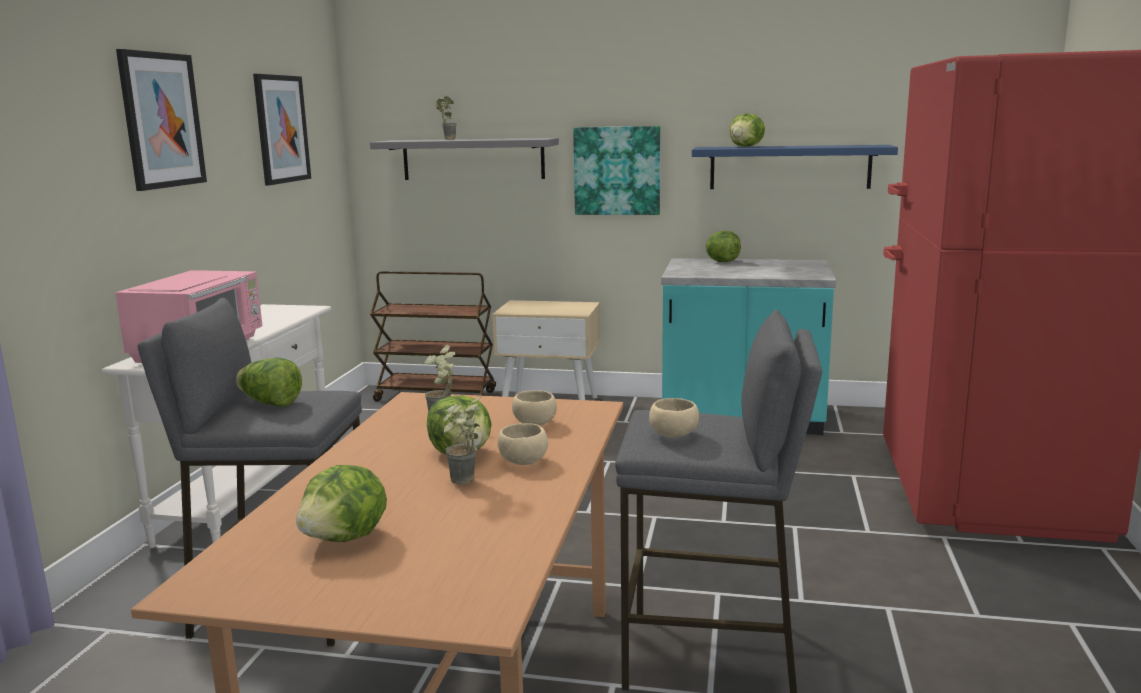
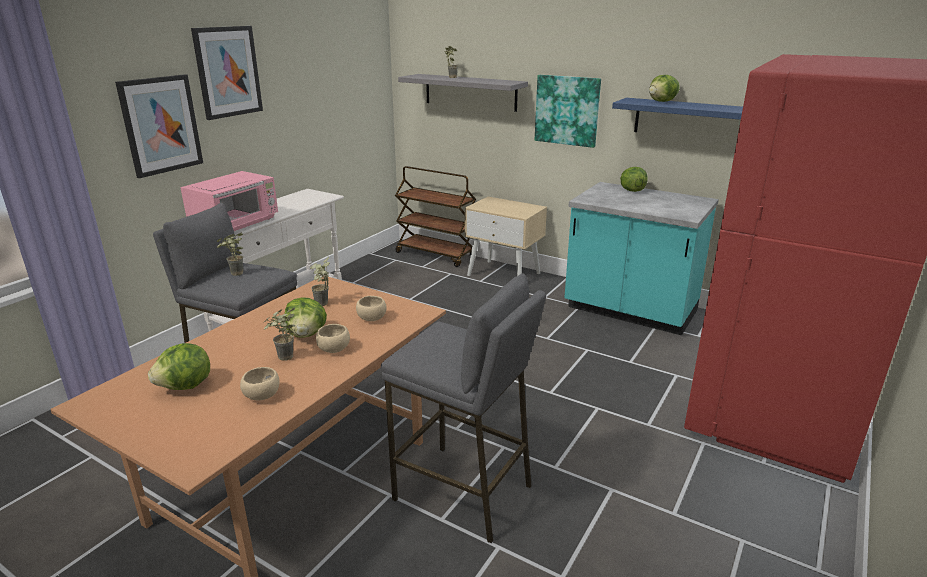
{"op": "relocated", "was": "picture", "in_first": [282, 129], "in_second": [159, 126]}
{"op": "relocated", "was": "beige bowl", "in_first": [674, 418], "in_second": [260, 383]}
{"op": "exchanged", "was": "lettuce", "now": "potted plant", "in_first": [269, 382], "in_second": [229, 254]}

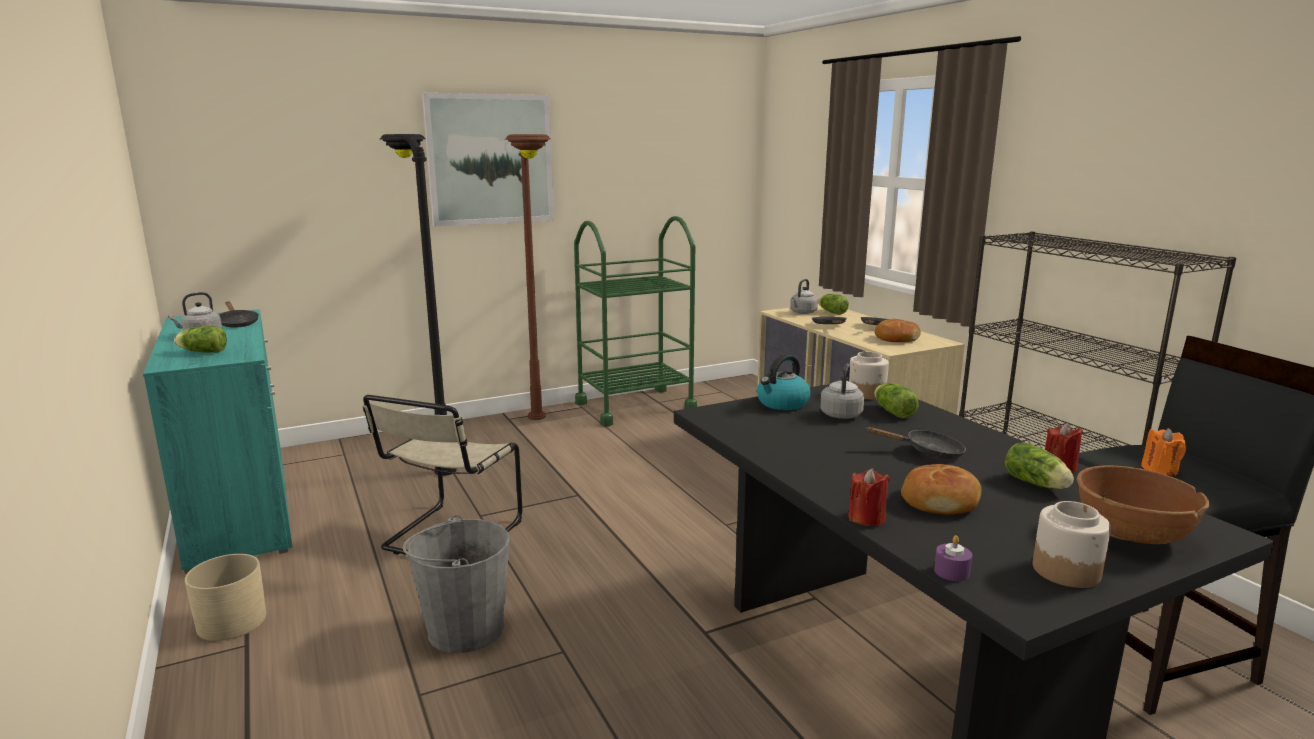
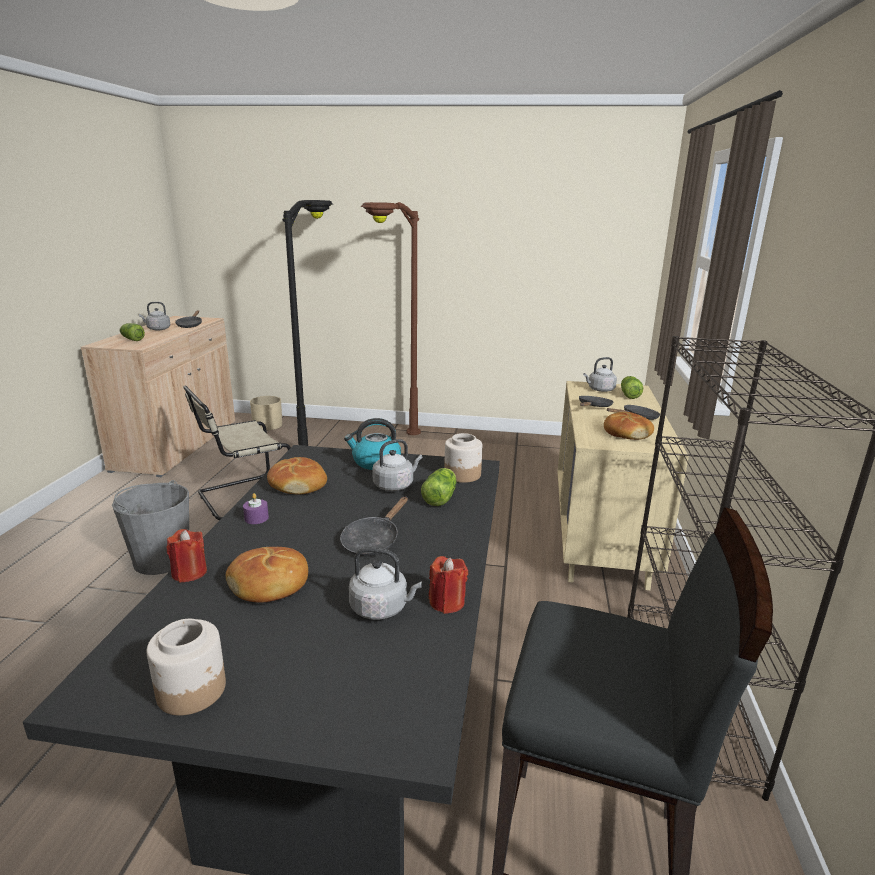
{"op": "missing", "was": "picture", "in_first": [488, 159]}
{"op": "missing", "was": "green cart", "in_first": [635, 321]}
{"op": "missing", "was": "brown bowl", "in_first": [1143, 505]}
{"op": "missing", "was": "orange candle", "in_first": [1163, 452]}
{"op": "appeared", "now": "bread", "in_second": [297, 476]}
{"op": "relocated", "was": "beige planter", "in_first": [225, 597], "in_second": [266, 413]}
{"op": "relocated", "was": "purple candle", "in_first": [953, 558], "in_second": [256, 508]}
{"op": "exchanged", "was": "lettuce", "now": "grey kettle", "in_first": [1039, 465], "in_second": [385, 583]}
{"op": "colour", "was": "turquoise cabinet", "now": "beige cabinet", "in_first": [217, 441], "in_second": [158, 396]}
{"op": "spun", "was": "black frying pan", "in_first": [916, 443], "in_second": [374, 527], "clockwise": 75}

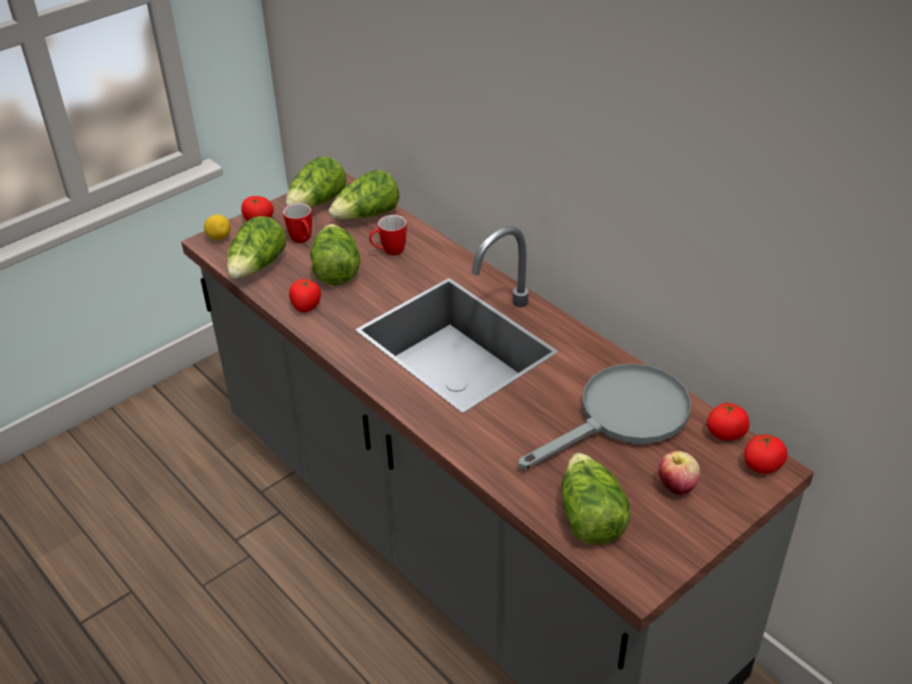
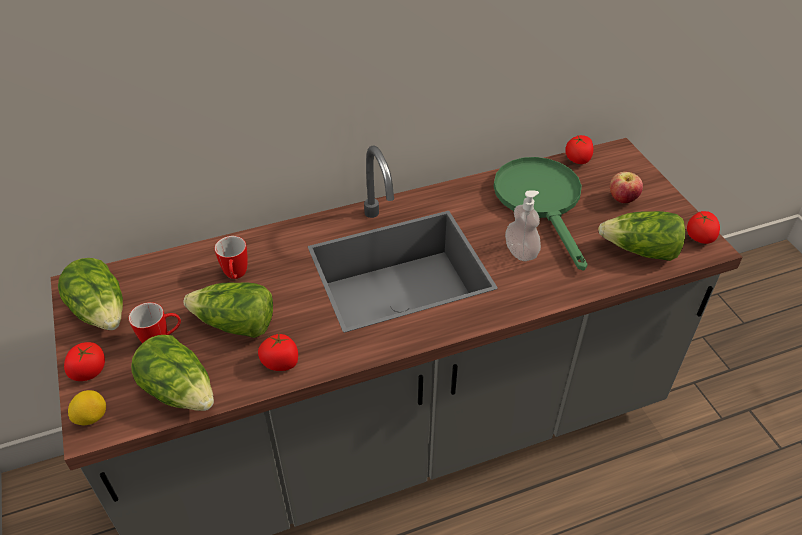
{"op": "missing", "was": "lettuce", "in_first": [364, 194]}
{"op": "appeared", "now": "soap dispenser", "in_second": [523, 225]}
{"op": "relocated", "was": "tomato", "in_first": [765, 454], "in_second": [703, 227]}
{"op": "colour", "was": "grey frying pan", "now": "green frying pan", "in_first": [604, 416], "in_second": [541, 214]}

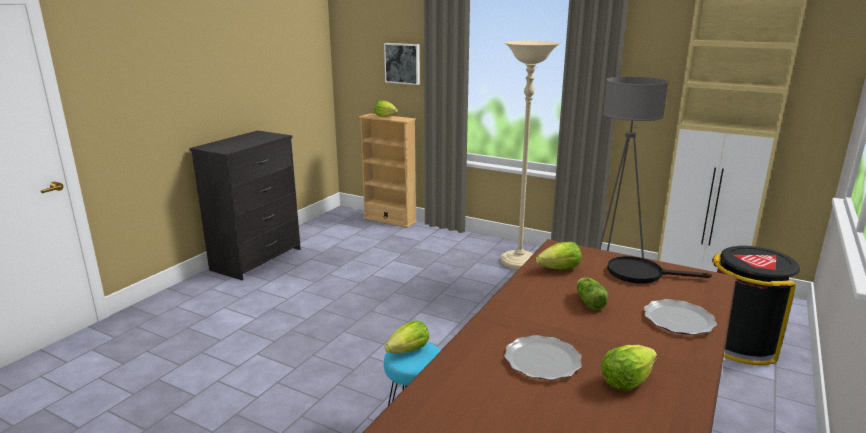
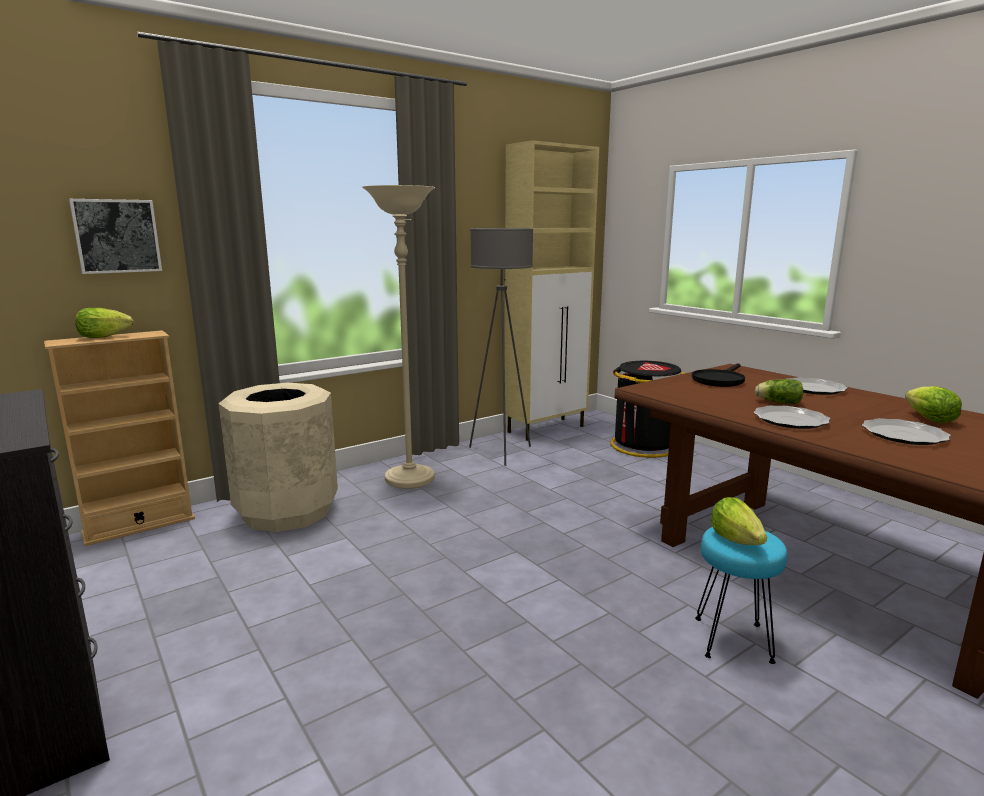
{"op": "missing", "was": "lettuce", "in_first": [558, 255]}
{"op": "appeared", "now": "beige trash can", "in_second": [278, 457]}
{"op": "appeared", "now": "plate", "in_second": [791, 417]}

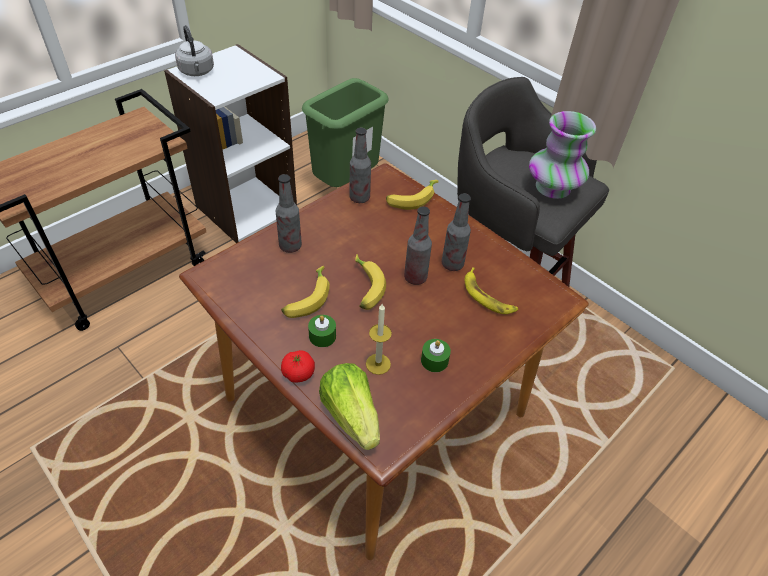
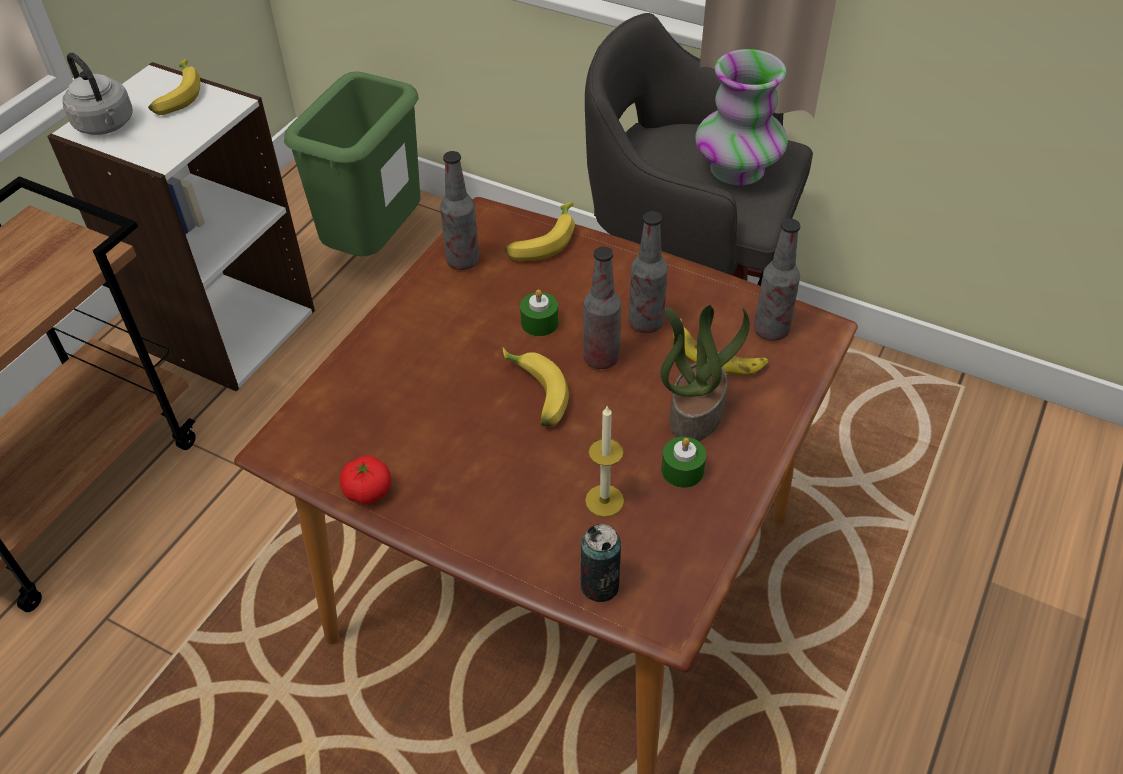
{"op": "appeared", "now": "potted plant", "in_second": [705, 373]}
{"op": "relocated", "was": "bottle", "in_first": [289, 213], "in_second": [777, 280]}
{"op": "relocated", "was": "banana", "in_first": [305, 292], "in_second": [174, 87]}
{"op": "relocated", "was": "tomato", "in_first": [298, 366], "in_second": [365, 480]}
{"op": "relocated", "was": "green candle", "in_first": [322, 331], "in_second": [539, 313]}
{"op": "exchanged", "was": "lettuce", "now": "can", "in_first": [349, 406], "in_second": [601, 563]}

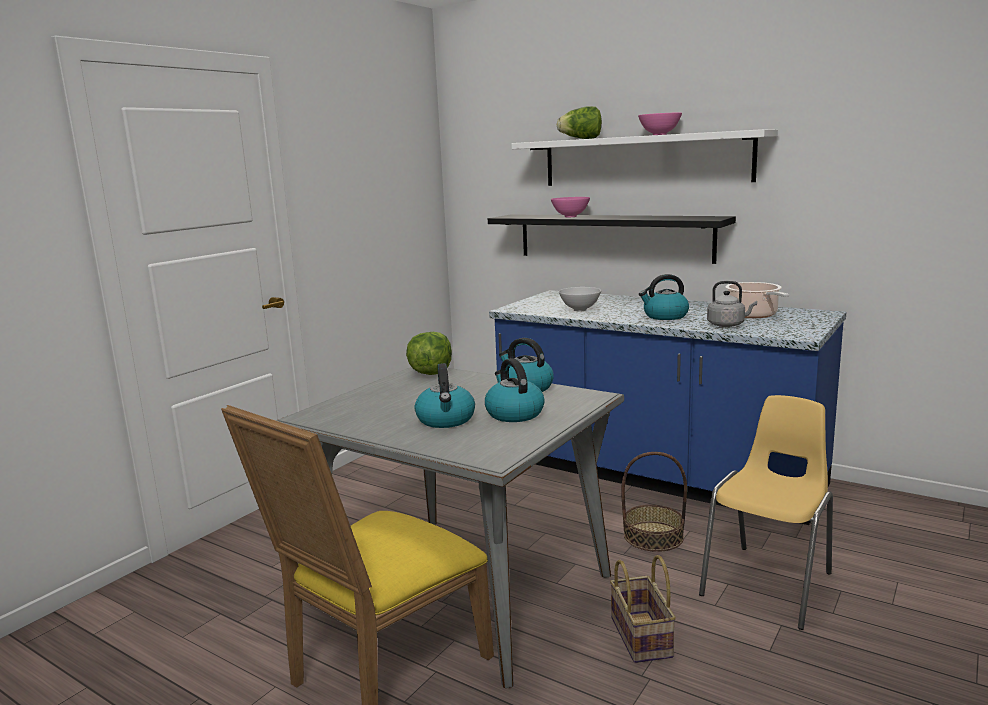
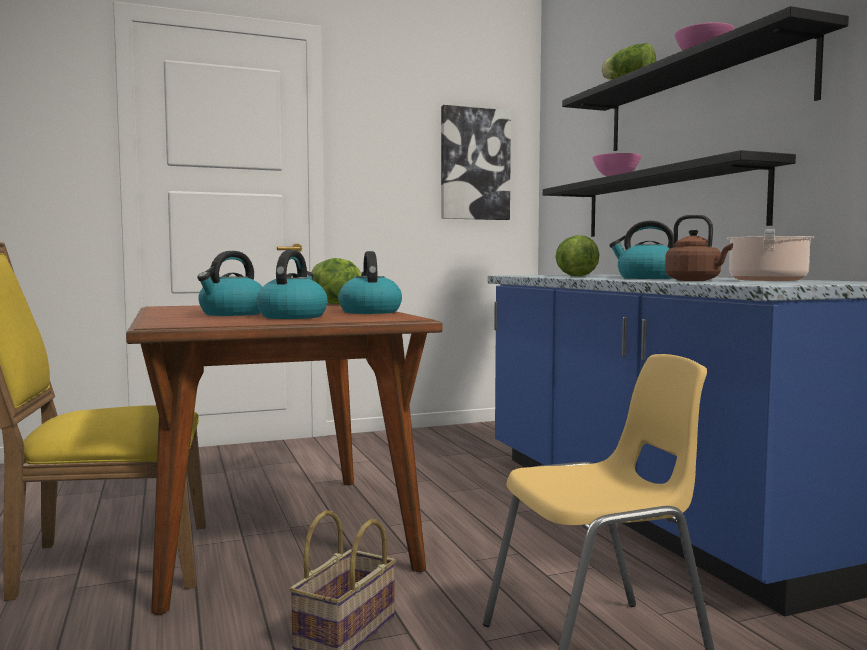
{"op": "missing", "was": "basket", "in_first": [654, 502]}
{"op": "appeared", "now": "picture", "in_second": [476, 162]}
{"op": "exchanged", "was": "white bowl", "now": "lettuce", "in_first": [580, 299], "in_second": [577, 255]}
{"op": "colour", "was": "grey dining table", "now": "brown dining table", "in_first": [450, 527], "in_second": [284, 459]}
{"op": "colour", "was": "white shelf", "now": "black shelf", "in_first": [644, 157], "in_second": [705, 78]}
{"op": "colour", "was": "grey kettle", "now": "brown kettle", "in_first": [732, 304], "in_second": [699, 248]}

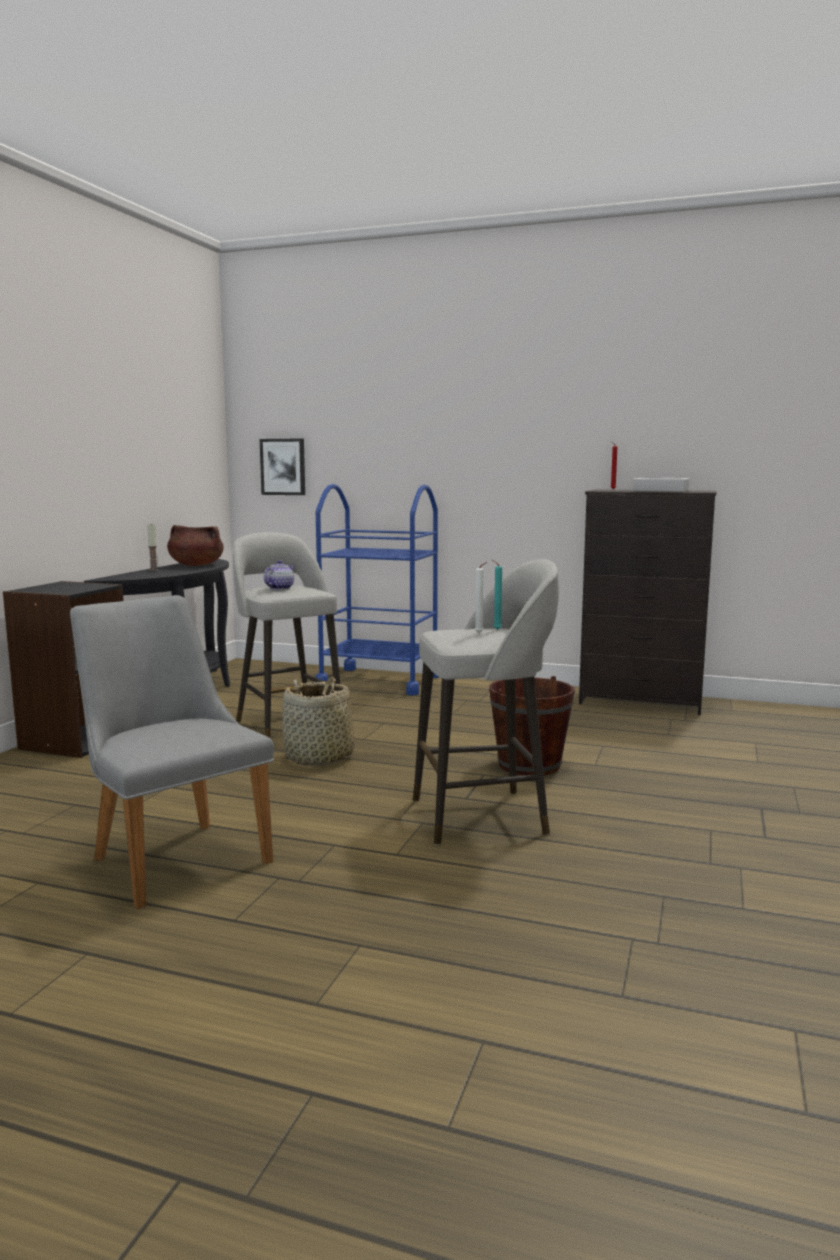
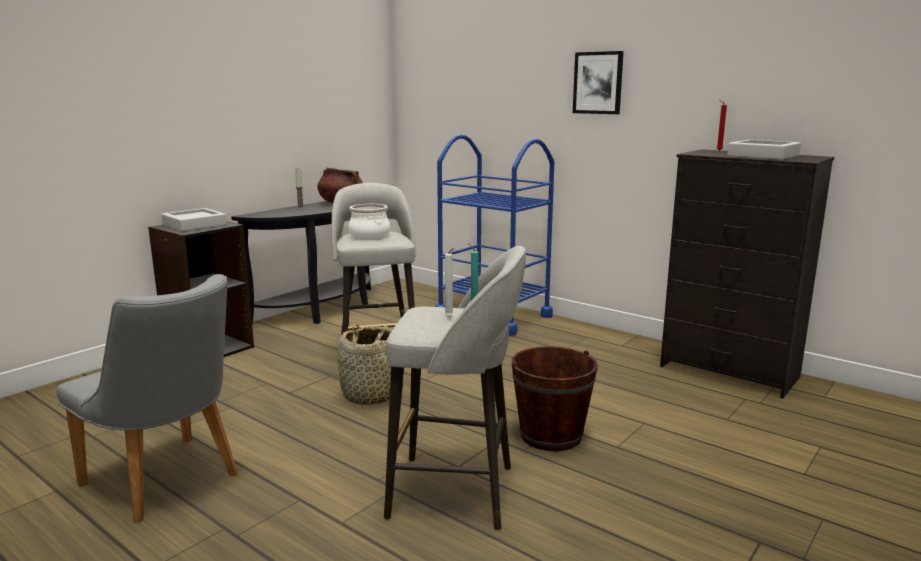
{"op": "appeared", "now": "grey tray", "in_second": [194, 219]}
{"op": "relocated", "was": "picture", "in_first": [282, 466], "in_second": [598, 82]}
{"op": "exchanged", "was": "teapot", "now": "cooking pot", "in_first": [279, 575], "in_second": [369, 221]}
{"op": "spun", "was": "grey chair", "in_first": [172, 752], "in_second": [147, 398], "clockwise": 150}

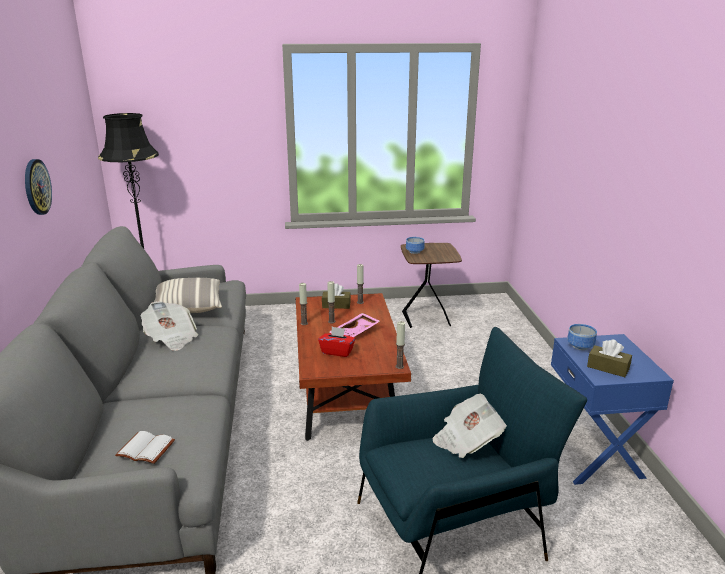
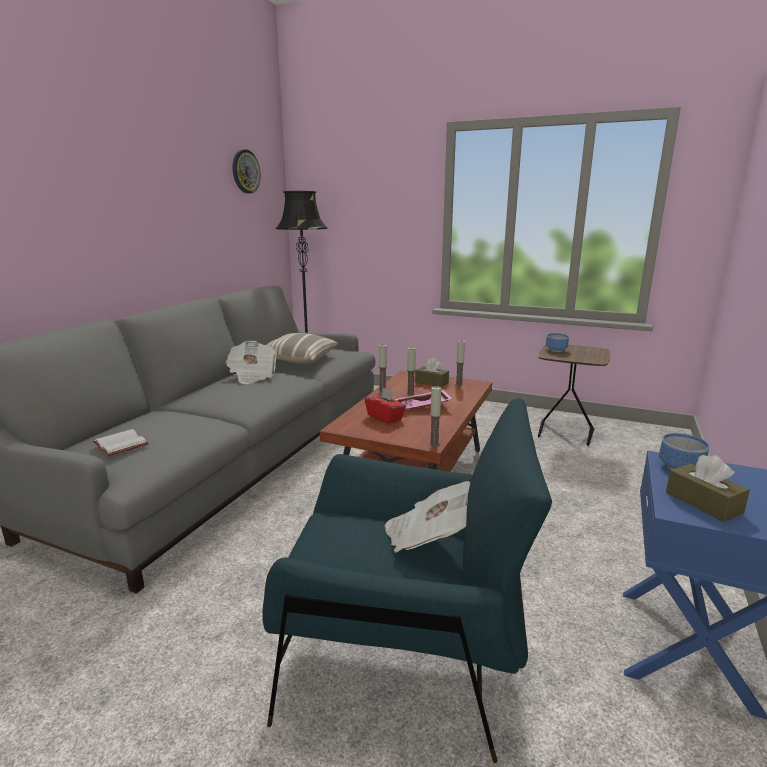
{"op": "relocated", "was": "wall clock", "in_first": [38, 187], "in_second": [247, 171]}

